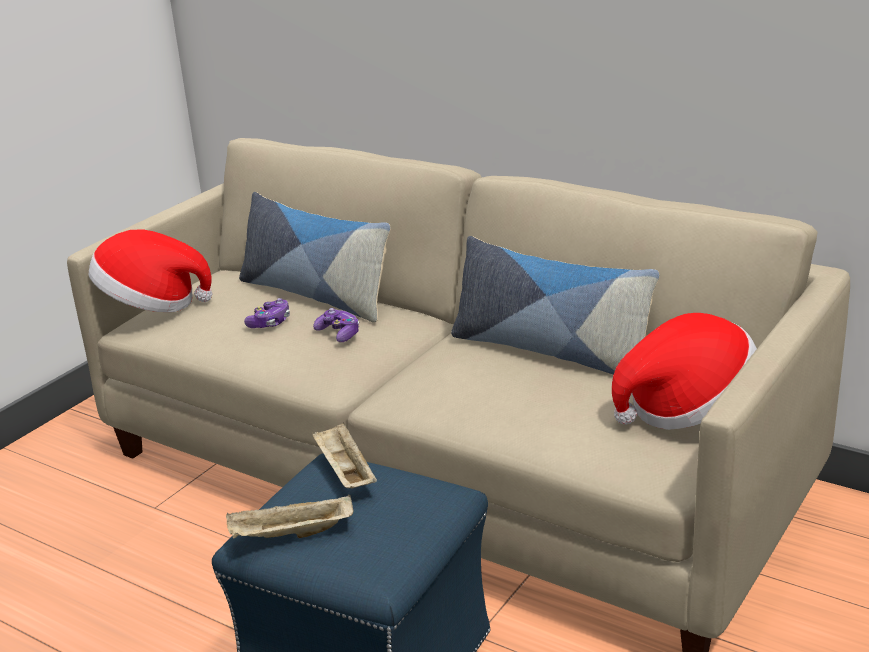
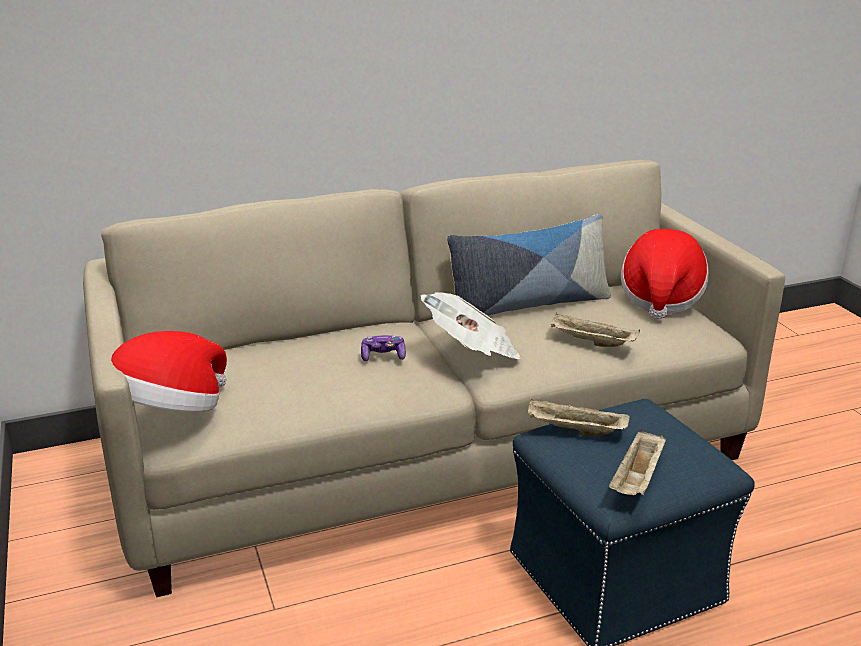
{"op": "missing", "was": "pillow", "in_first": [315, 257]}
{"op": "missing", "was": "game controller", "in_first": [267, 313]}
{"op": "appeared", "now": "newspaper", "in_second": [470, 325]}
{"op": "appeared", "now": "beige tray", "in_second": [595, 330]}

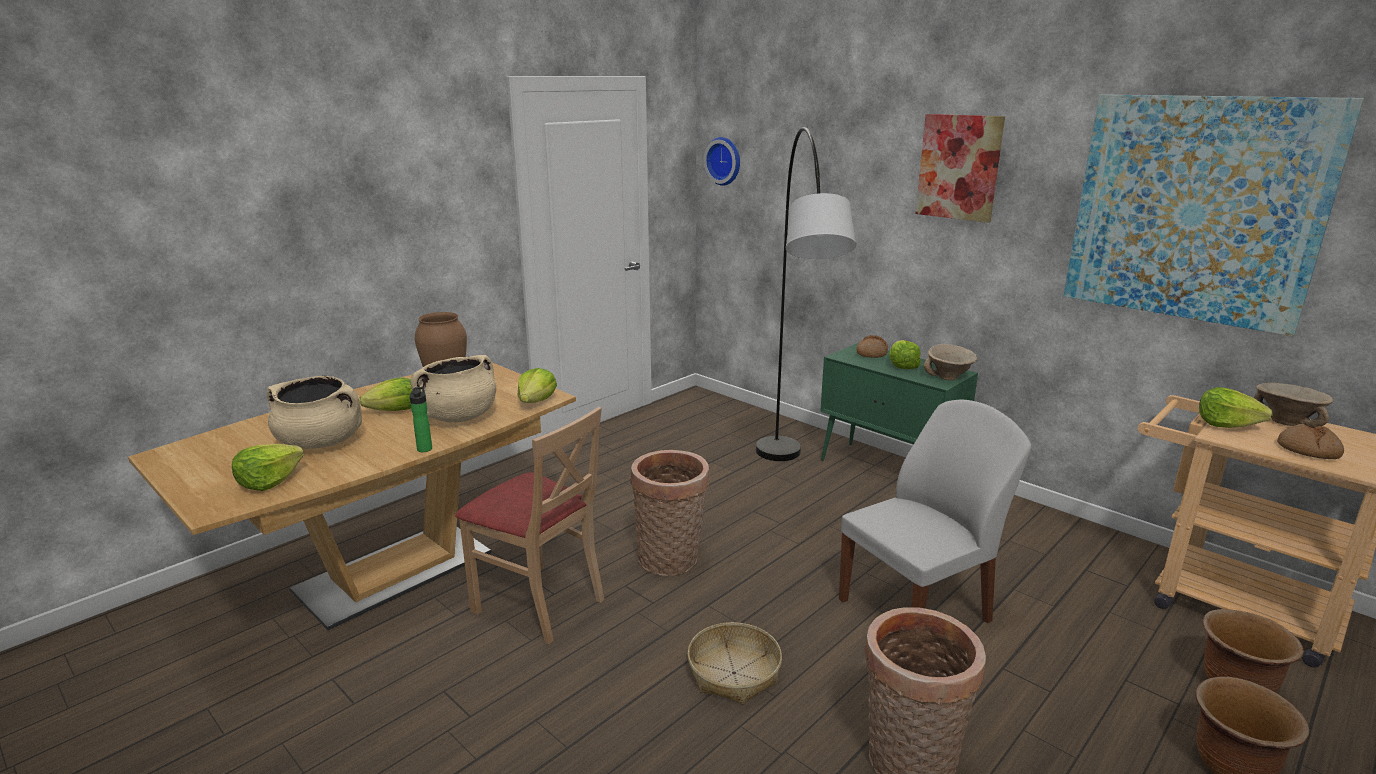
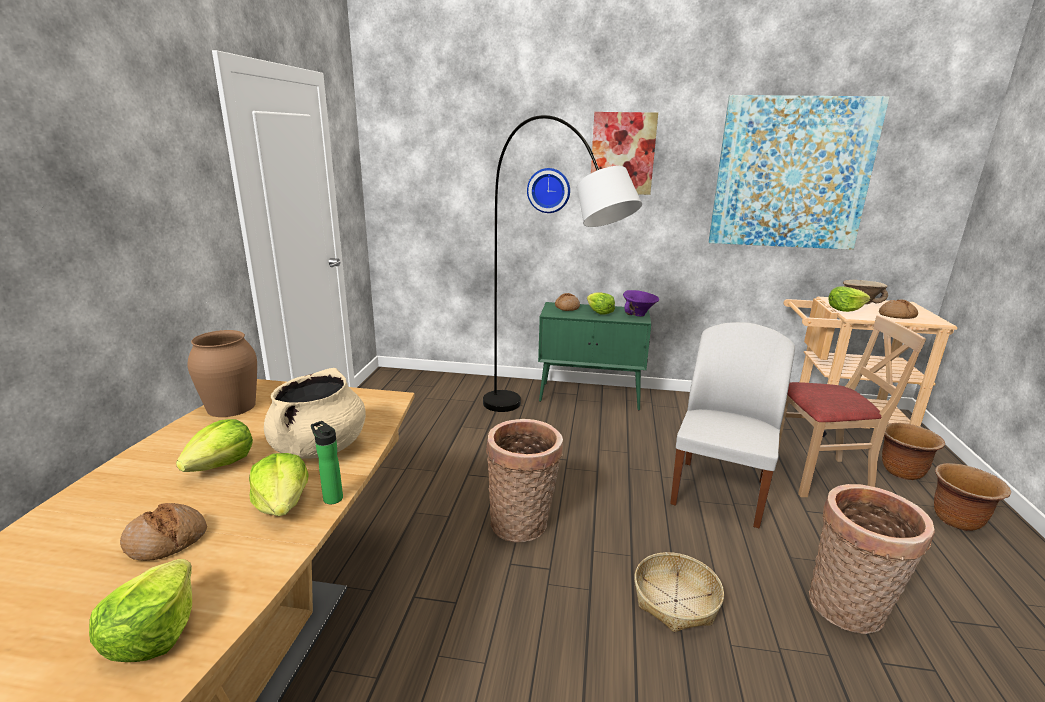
{"op": "relocated", "was": "beige chair", "in_first": [530, 525], "in_second": [852, 406]}
{"op": "relocated", "was": "lettuce", "in_first": [537, 385], "in_second": [279, 484]}
{"op": "relocated", "was": "wall clock", "in_first": [721, 161], "in_second": [548, 190]}
{"op": "exchanged", "was": "beige cooking pot", "now": "bread", "in_first": [314, 412], "in_second": [163, 532]}
{"op": "colour", "was": "beige bowl", "now": "purple bowl", "in_first": [950, 362], "in_second": [641, 303]}

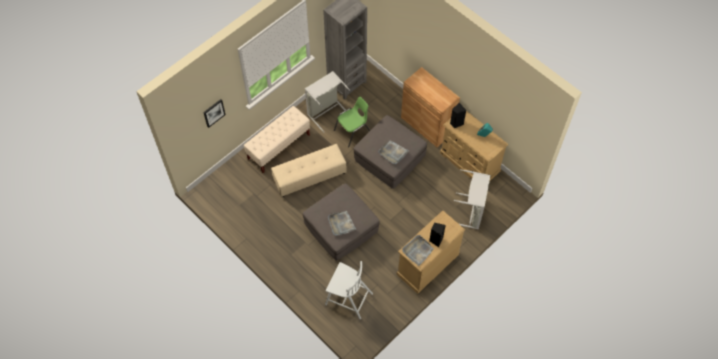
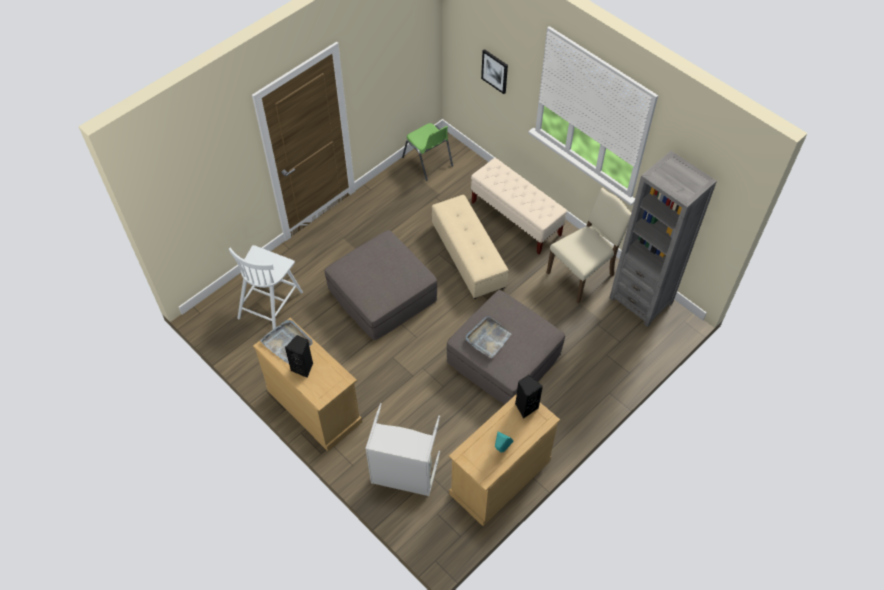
{"op": "missing", "was": "grey tray", "in_first": [342, 223]}
{"op": "missing", "was": "brown cabinet", "in_first": [430, 107]}
{"op": "relocated", "was": "green chair", "in_first": [352, 122], "in_second": [427, 152]}
{"op": "exchanged", "was": "grey laundry basket", "now": "beige chair", "in_first": [327, 101], "in_second": [589, 246]}

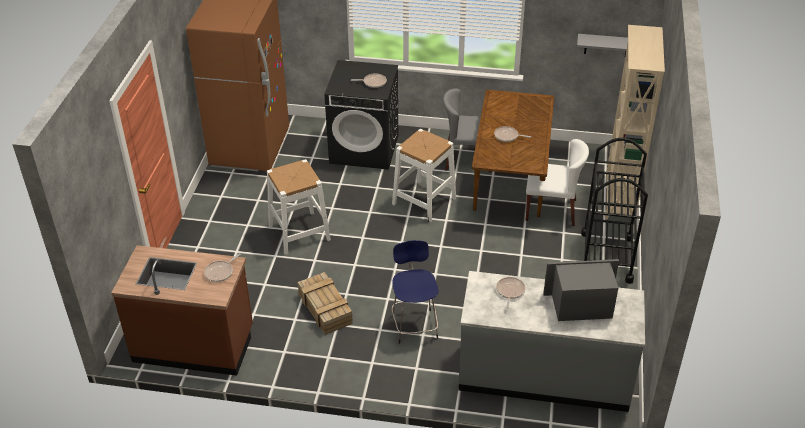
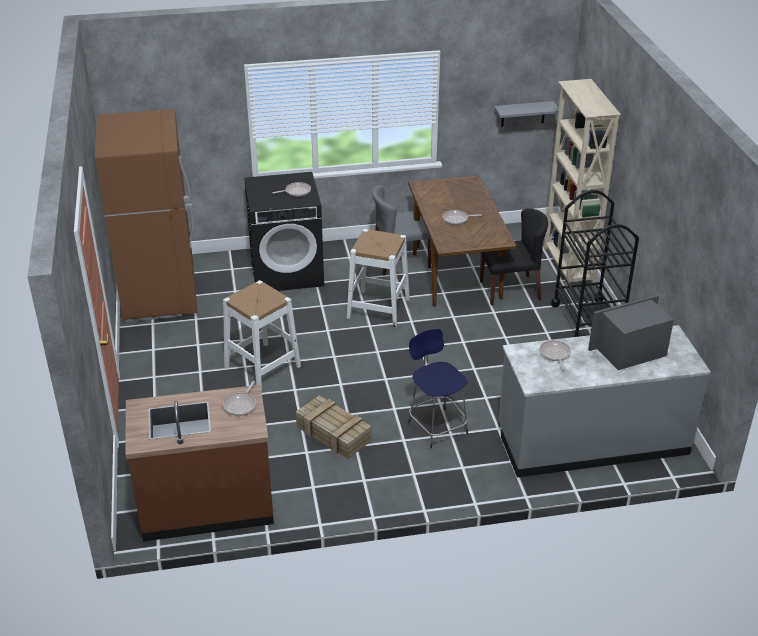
{"op": "colour", "was": "white chair", "now": "black chair", "in_first": [557, 182], "in_second": [514, 256]}

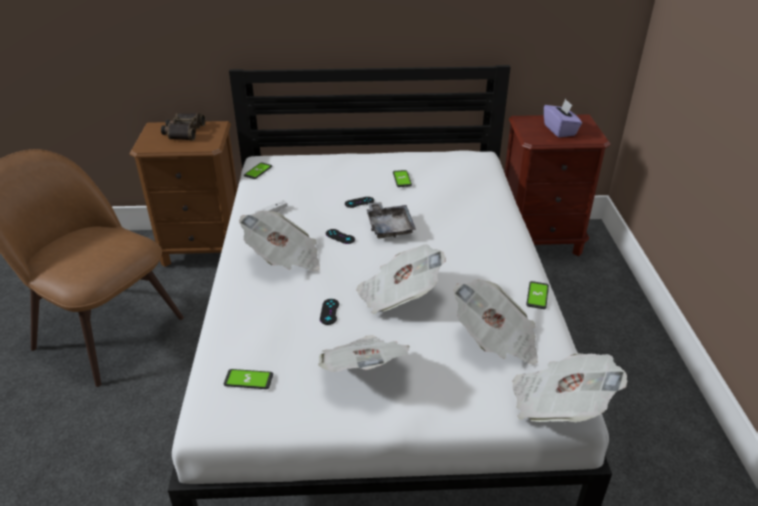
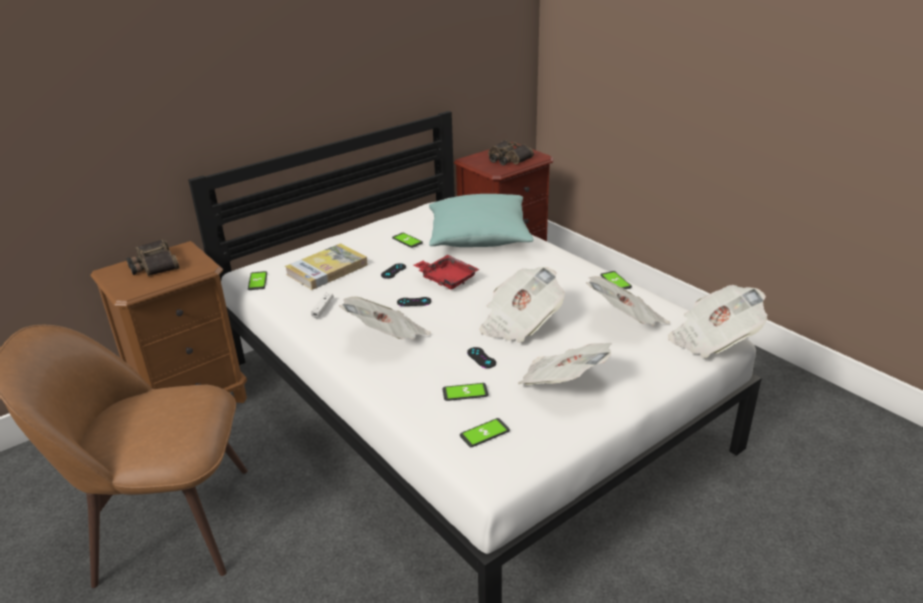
{"op": "appeared", "now": "book", "in_second": [326, 266]}
{"op": "appeared", "now": "turquoise pillow", "in_second": [481, 220]}
{"op": "appeared", "now": "phone", "in_second": [465, 392]}
{"op": "exchanged", "was": "purple tissue box", "now": "binoculars", "in_first": [563, 118], "in_second": [511, 153]}
{"op": "colour", "was": "grey tray", "now": "red tray", "in_first": [391, 220], "in_second": [446, 272]}

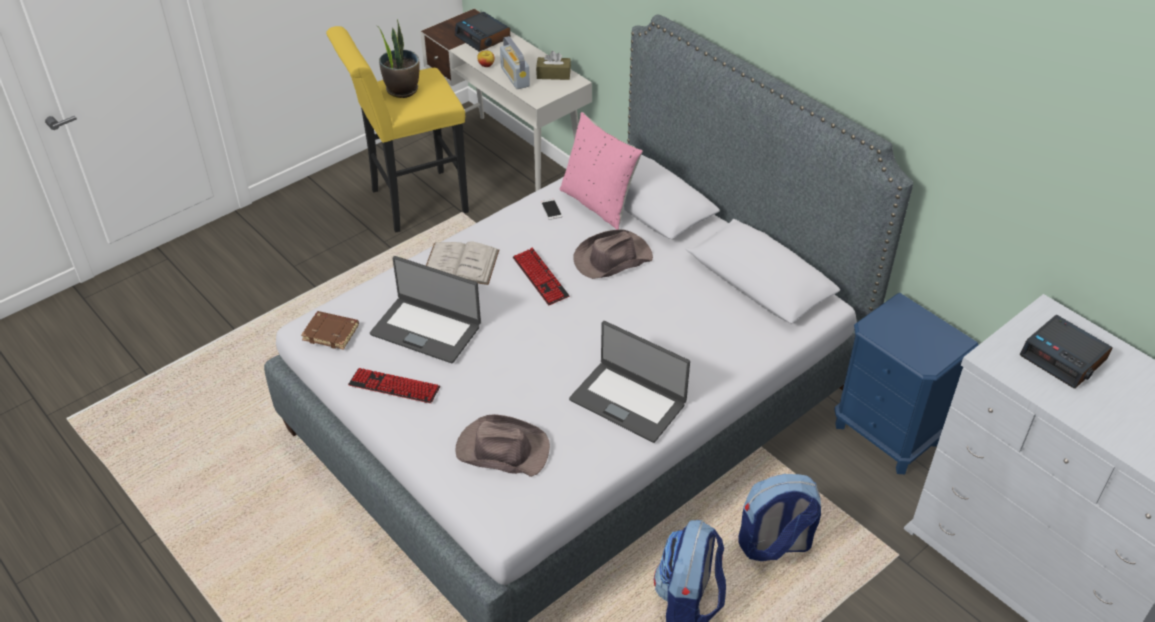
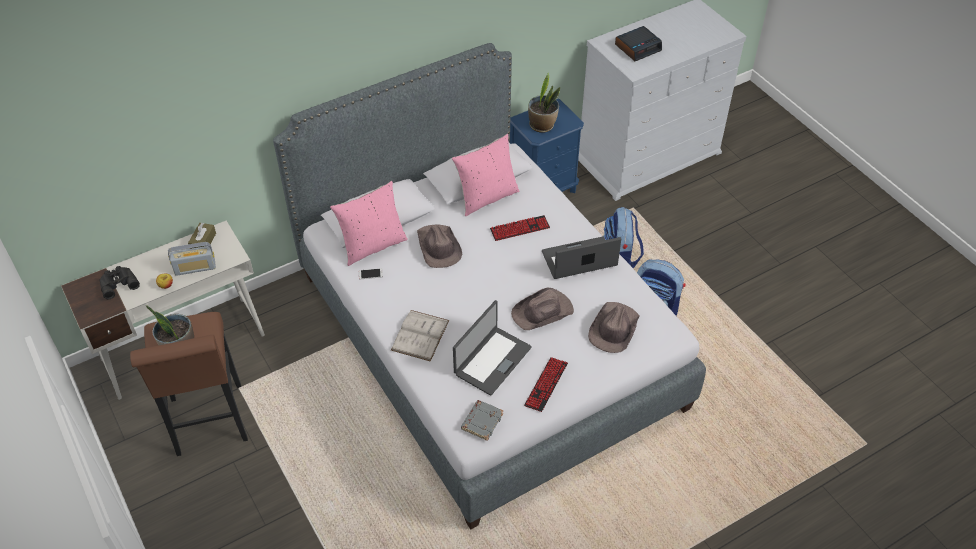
{"op": "appeared", "now": "pink pillow", "in_second": [486, 175]}
{"op": "appeared", "now": "brown hat", "in_second": [542, 309]}
{"op": "appeared", "now": "potted plant", "in_second": [544, 102]}
{"op": "relocated", "was": "keyboard", "in_first": [541, 276], "in_second": [520, 228]}
{"op": "exchanged", "was": "alarm clock", "now": "black binoculars", "in_first": [482, 32], "in_second": [119, 282]}
{"op": "colour", "was": "brown book", "now": "grey book", "in_first": [330, 330], "in_second": [482, 420]}
{"op": "colour", "was": "yellow stool", "now": "brown stool", "in_first": [397, 129], "in_second": [189, 384]}
{"op": "spun", "was": "laptop", "in_first": [629, 382], "in_second": [581, 257], "clockwise": -150}

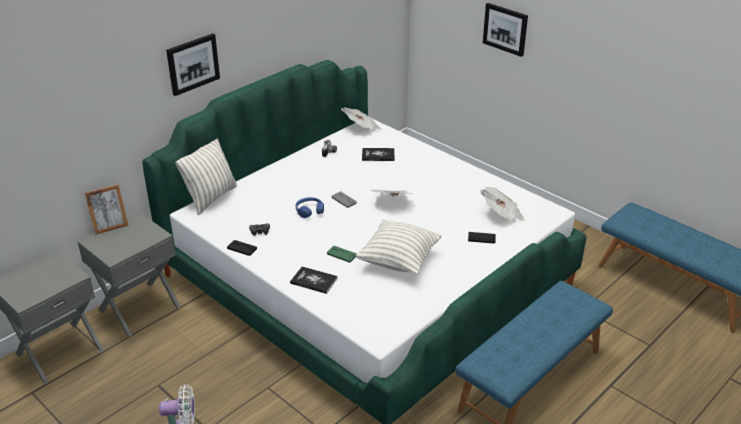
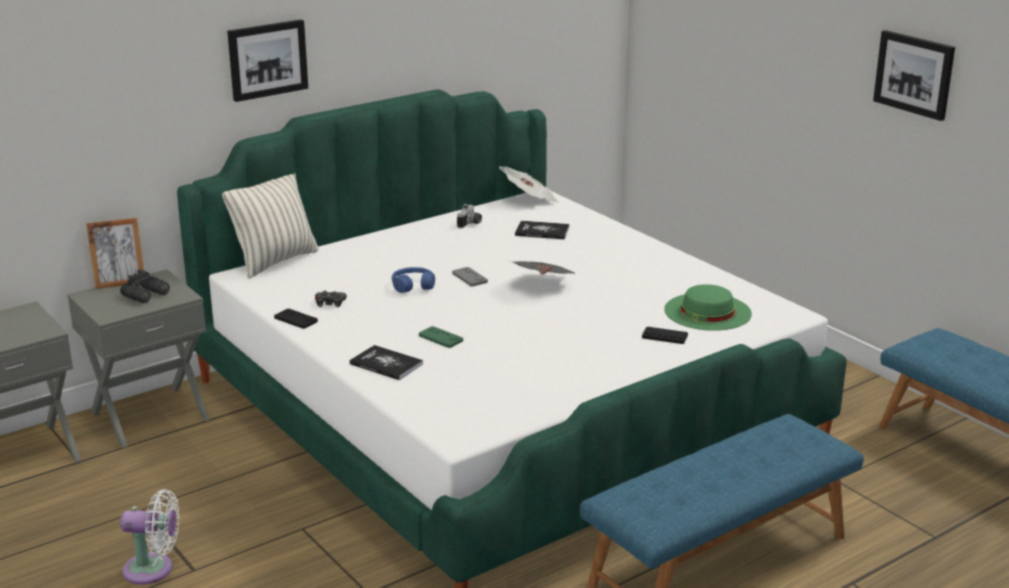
{"op": "missing", "was": "pillow", "in_first": [399, 247]}
{"op": "appeared", "now": "black binoculars", "in_second": [145, 286]}
{"op": "relocated", "was": "picture", "in_first": [505, 30], "in_second": [914, 75]}
{"op": "exchanged", "was": "newspaper", "now": "green hat", "in_first": [502, 204], "in_second": [708, 307]}

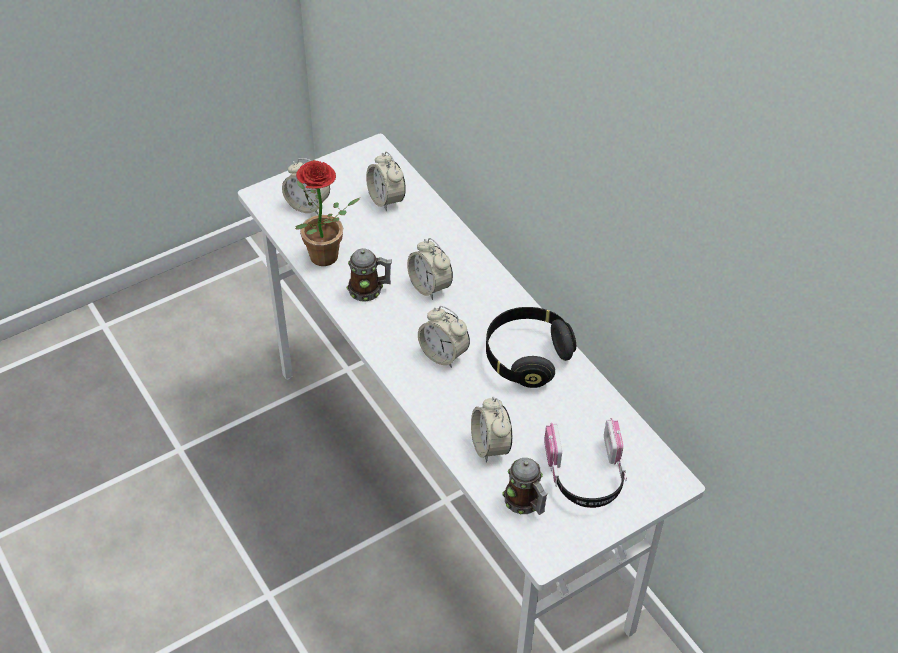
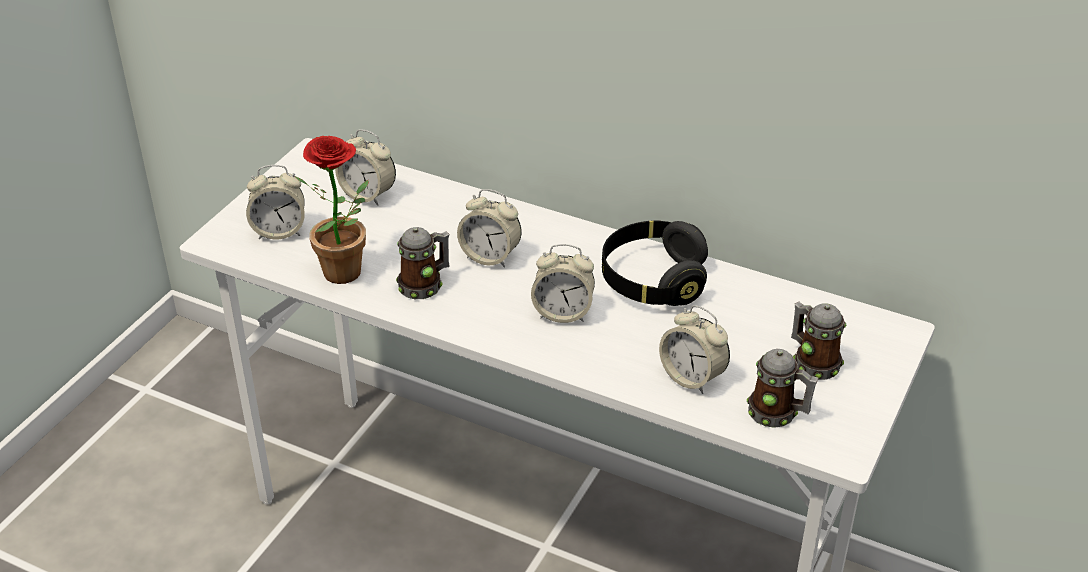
{"op": "exchanged", "was": "headphones", "now": "mug", "in_first": [585, 463], "in_second": [818, 340]}

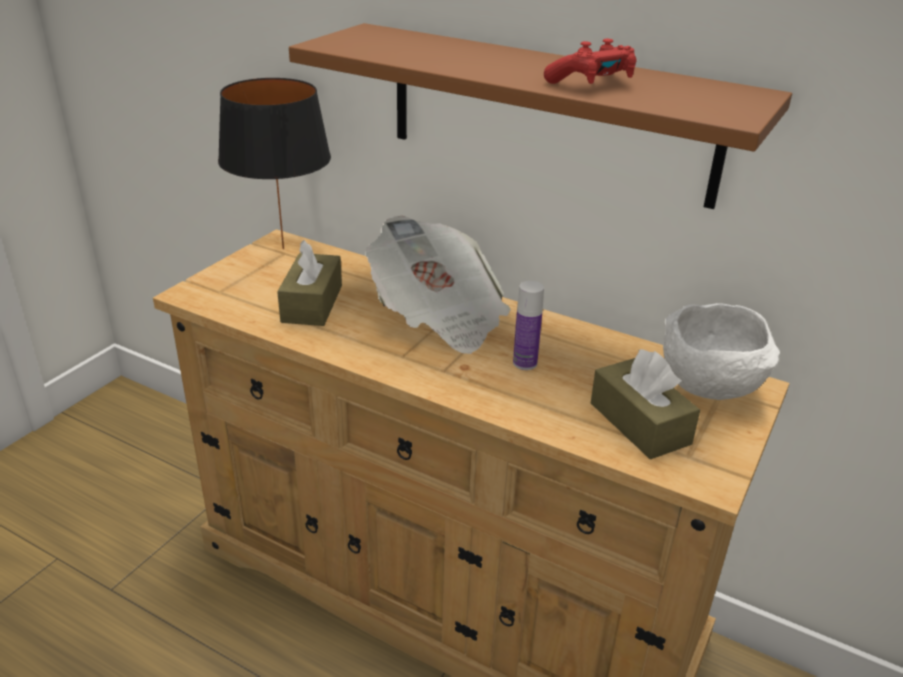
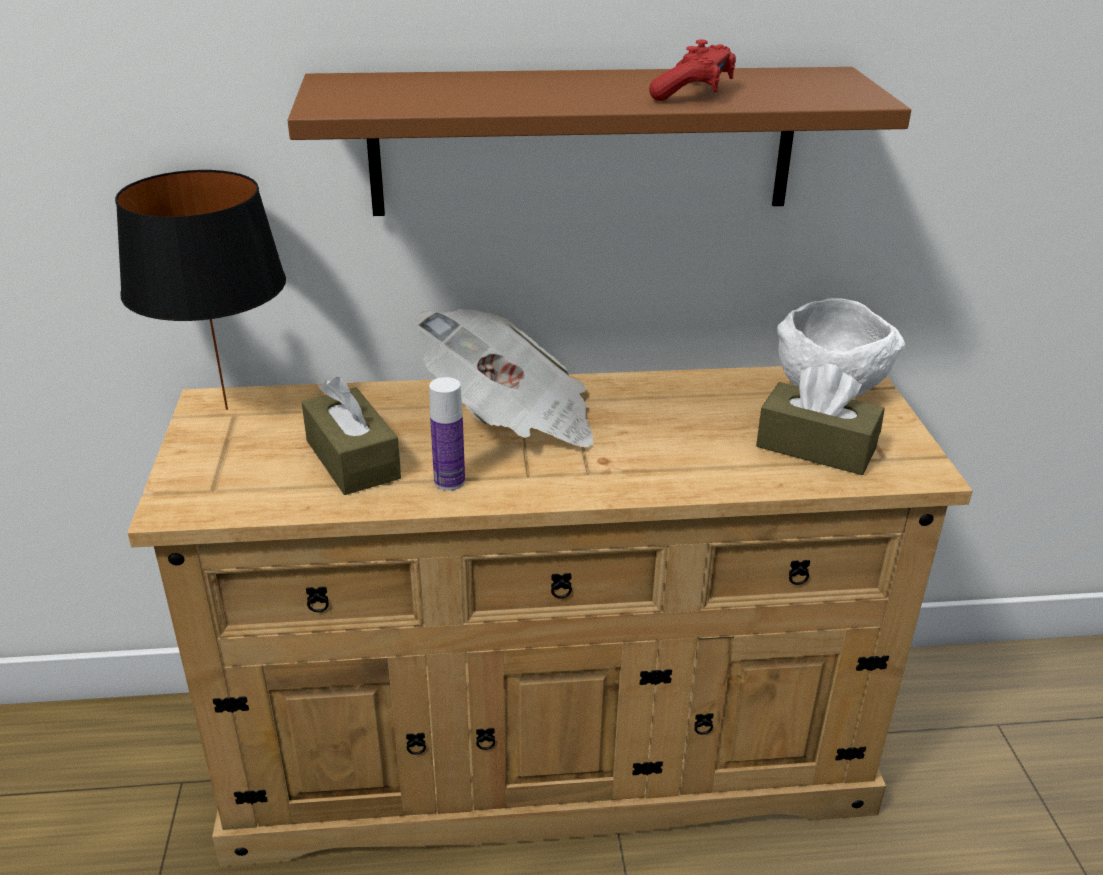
{"op": "relocated", "was": "bottle", "in_first": [528, 325], "in_second": [447, 434]}

